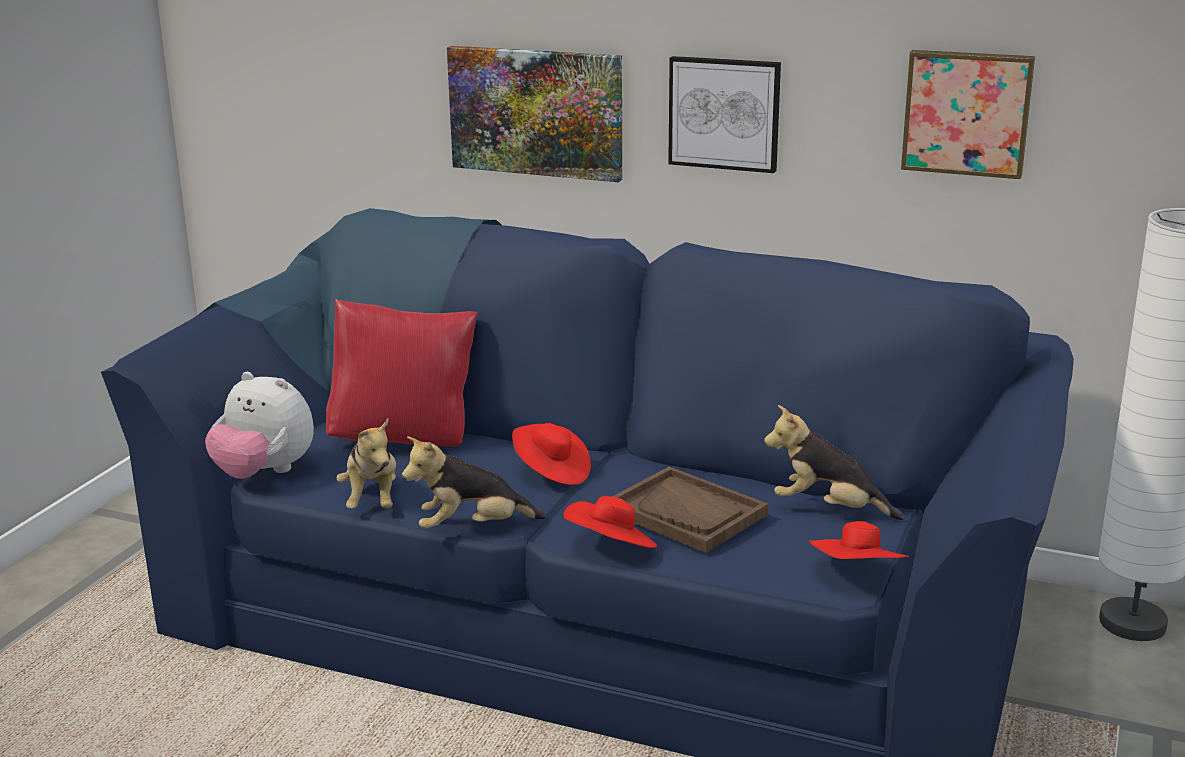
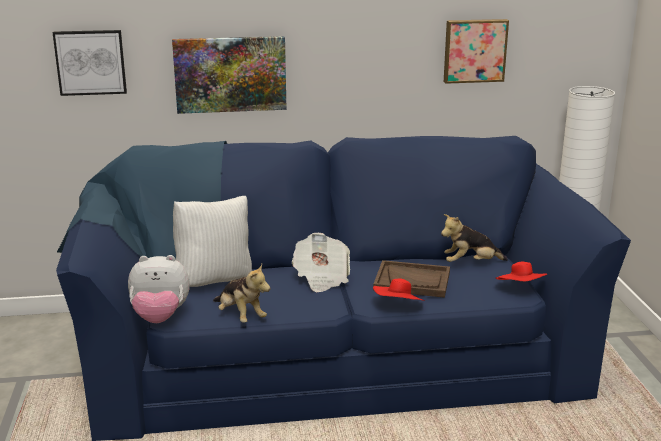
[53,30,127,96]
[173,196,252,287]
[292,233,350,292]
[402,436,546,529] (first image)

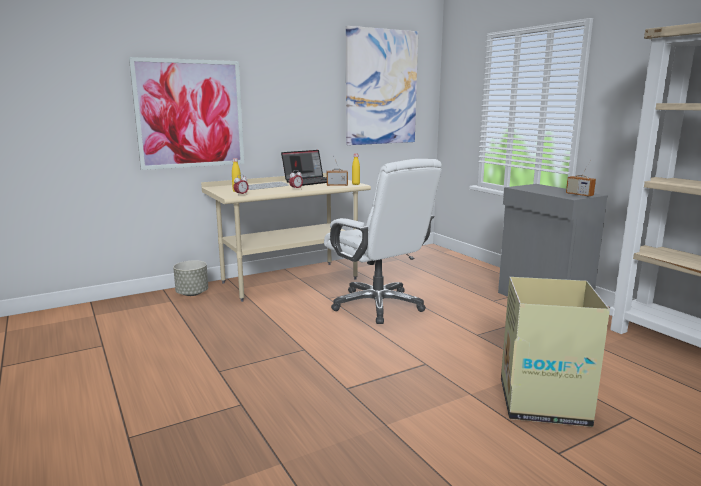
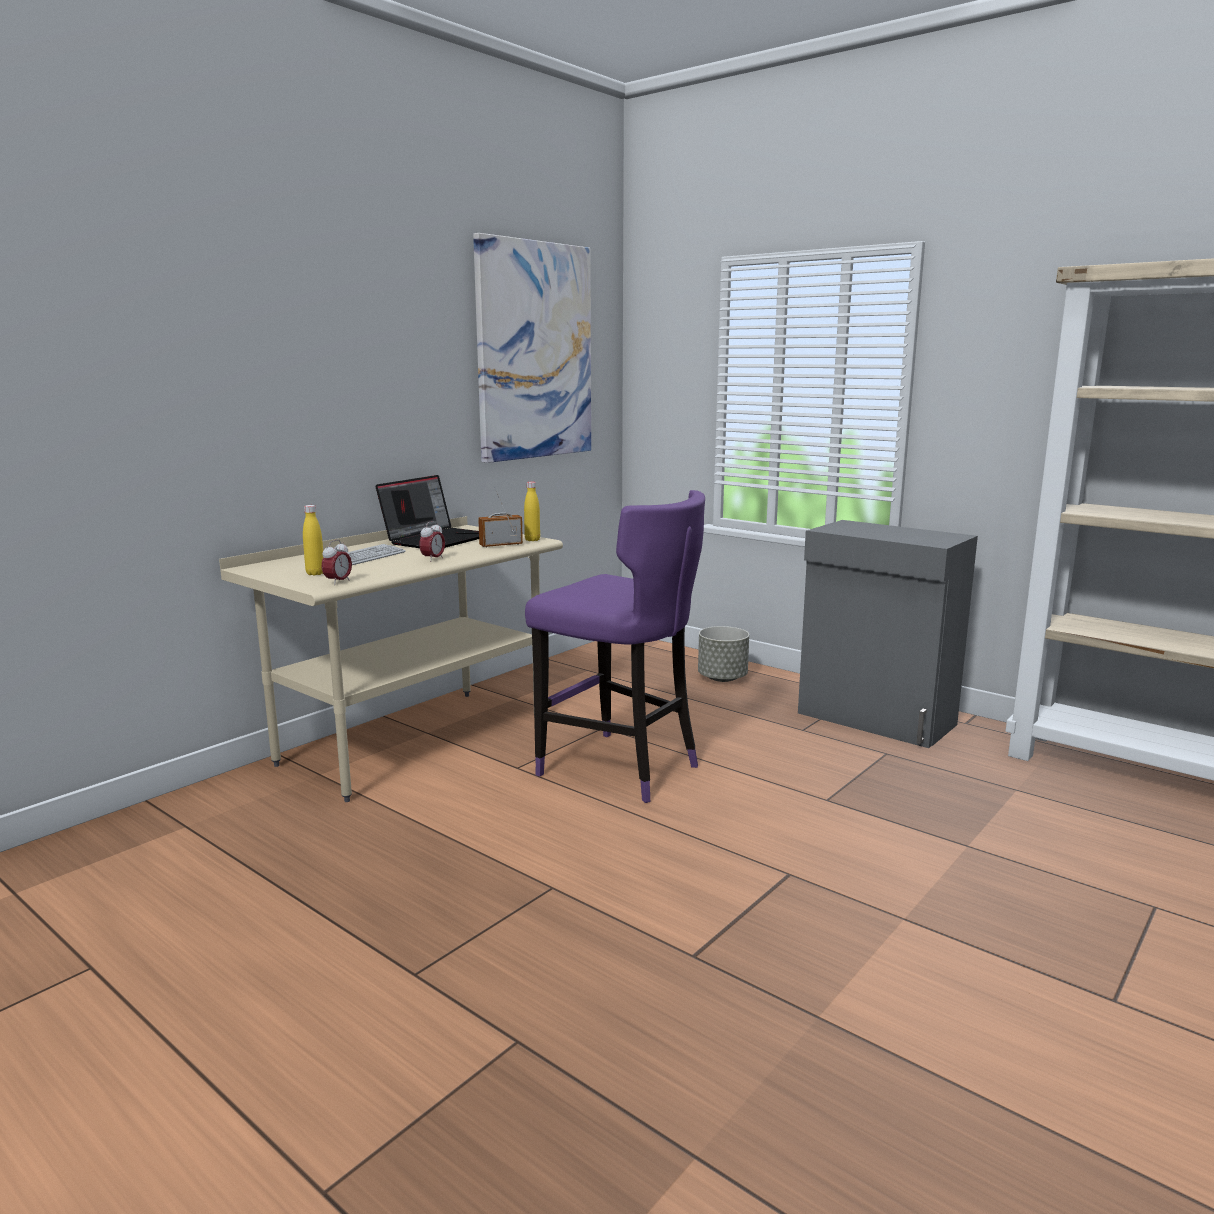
[129,57,244,170] (first image)
[525,490,705,803]
[566,159,596,197] (first image)
[698,626,749,682]
[501,277,610,427] (first image)

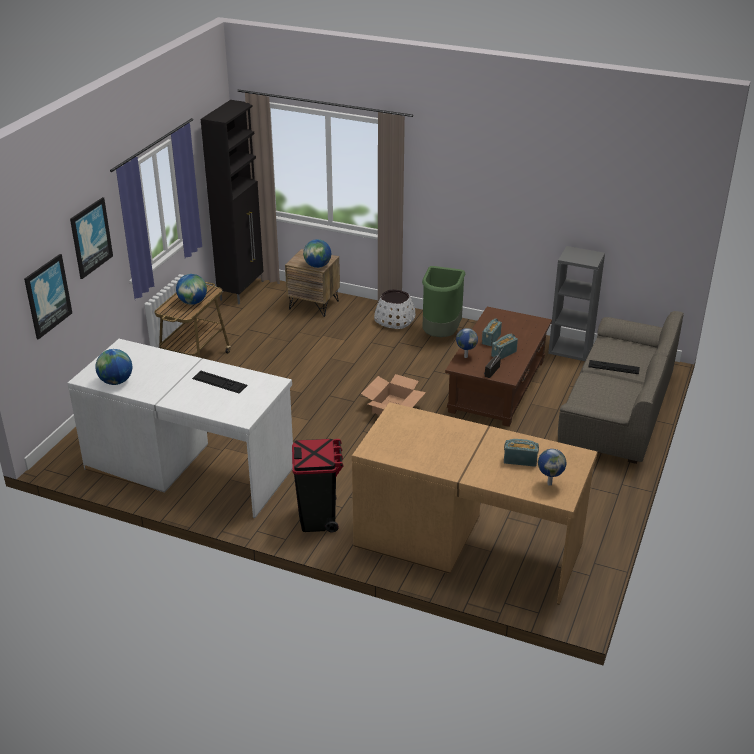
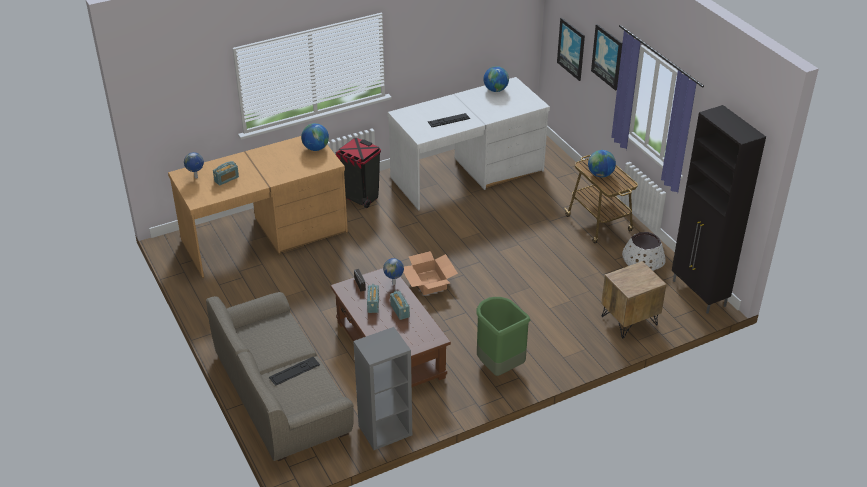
[301,123,329,151]
[622,232,665,271]

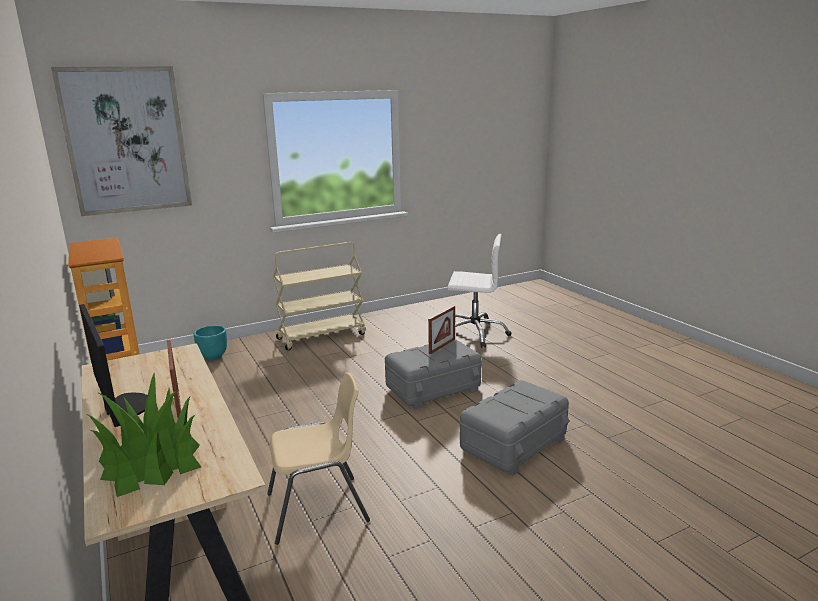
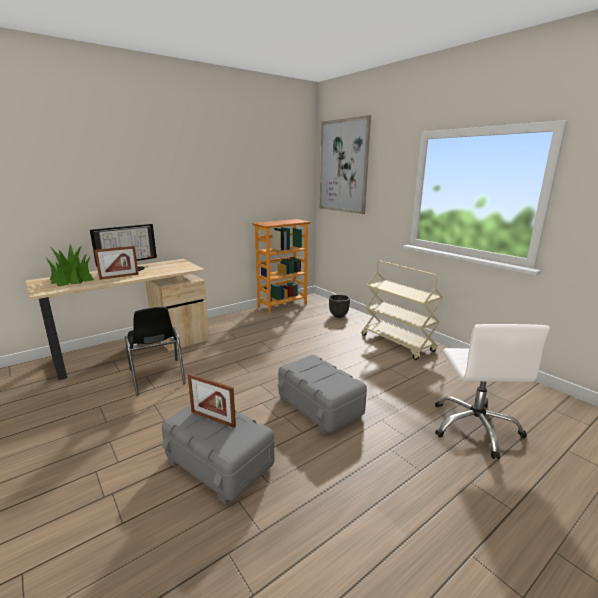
[188,374,236,428]
[329,294,350,318]
[125,307,186,395]

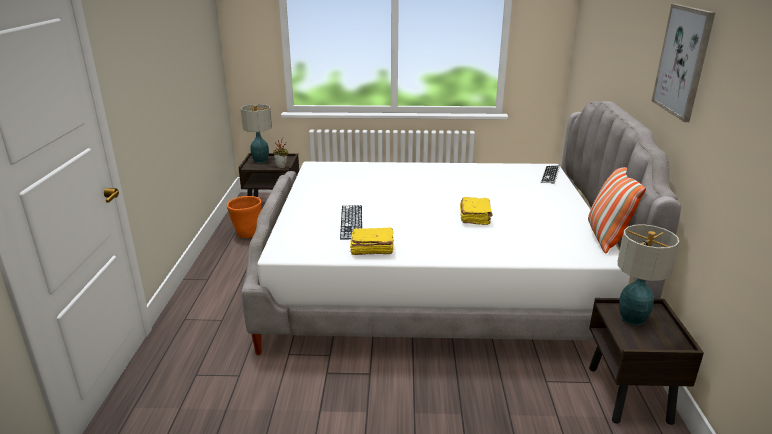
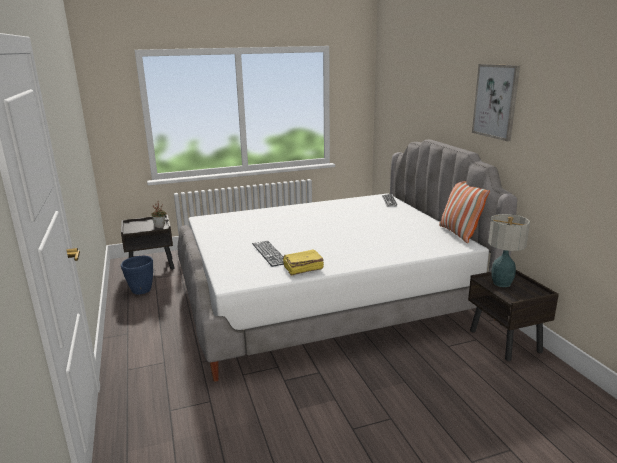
[241,104,272,163] (first image)
[121,256,153,295]
[460,197,493,225] (first image)

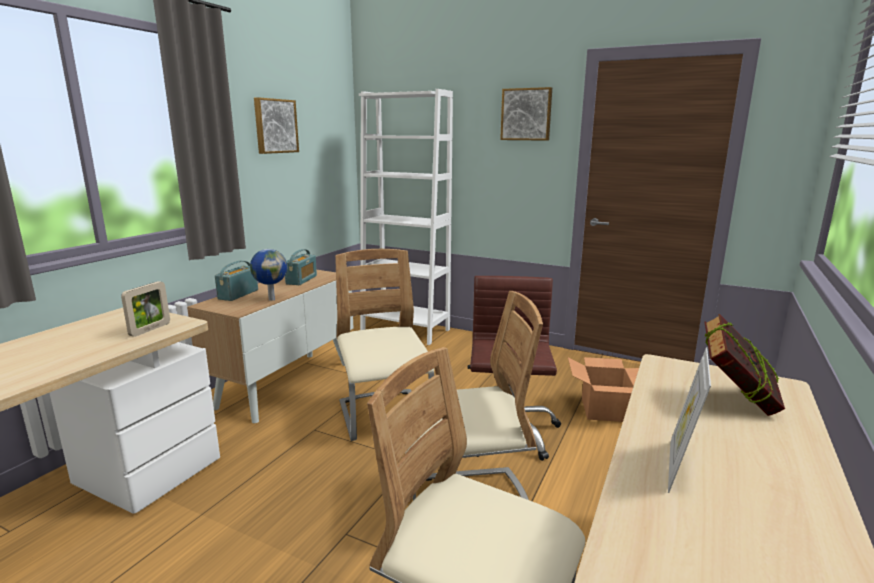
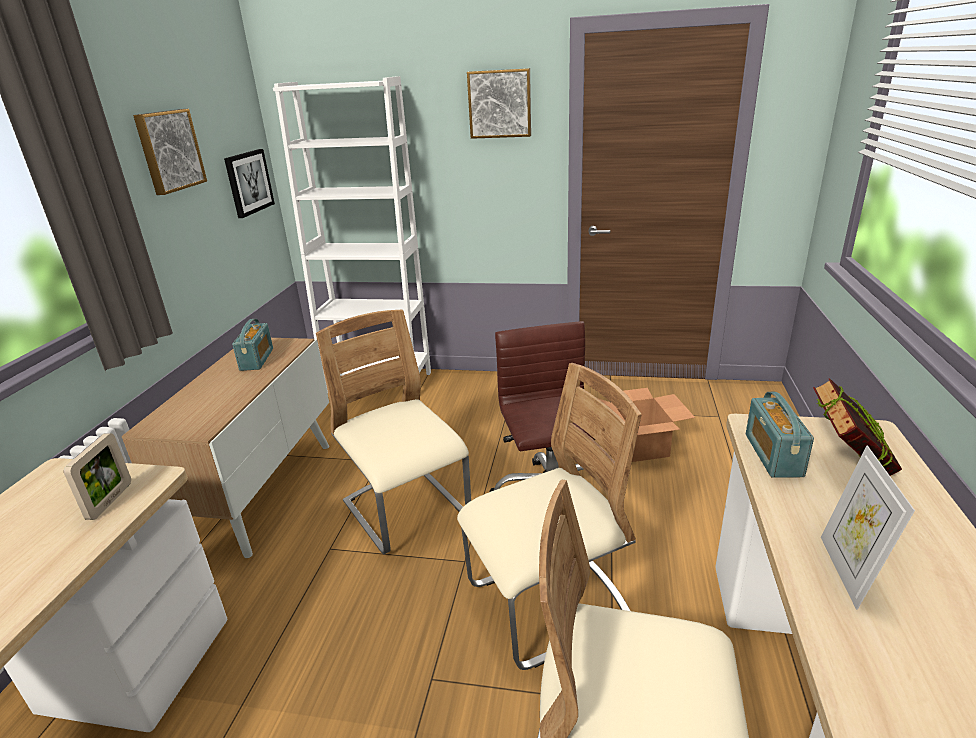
[250,249,287,301] (first image)
[746,392,814,478]
[224,149,275,218]

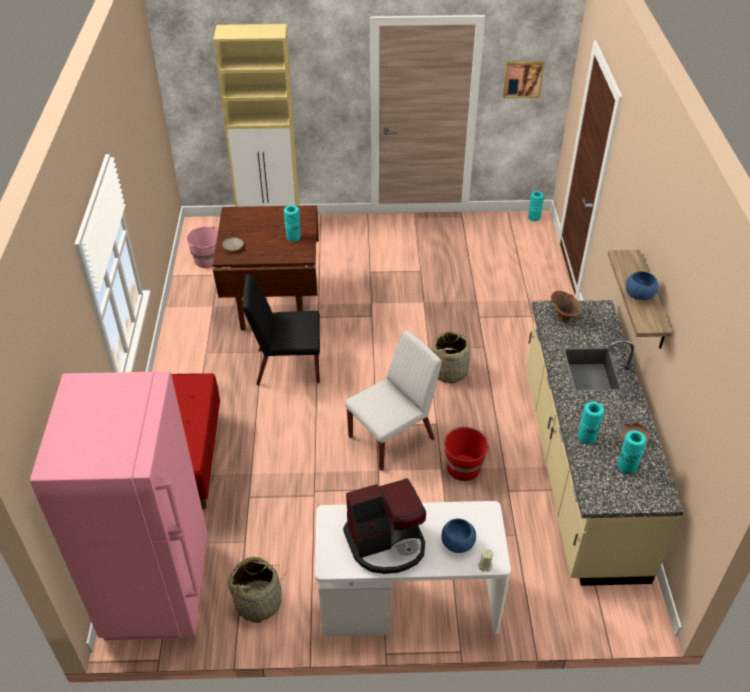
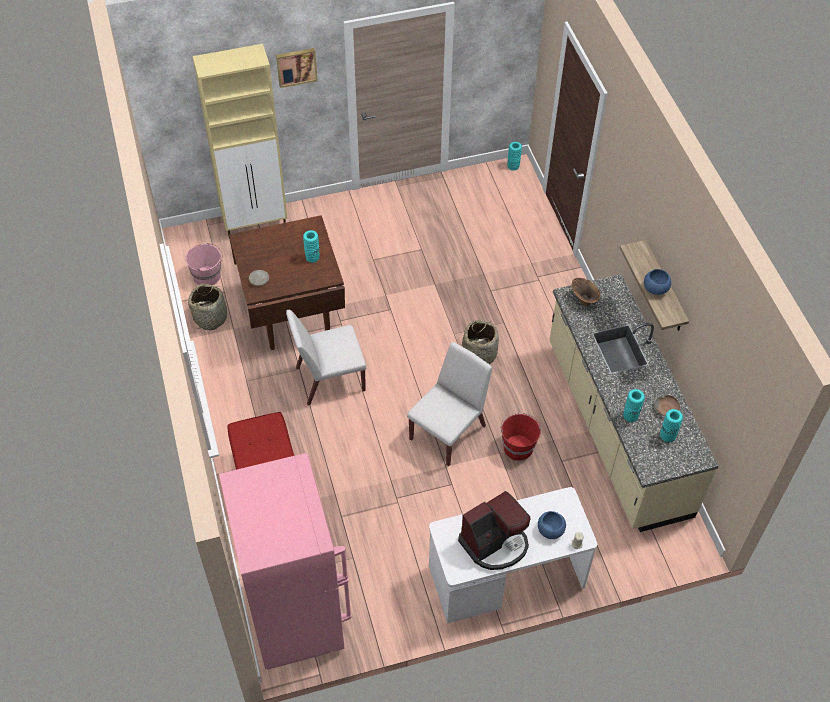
[276,48,318,88]
[286,310,366,405]
[188,284,227,330]

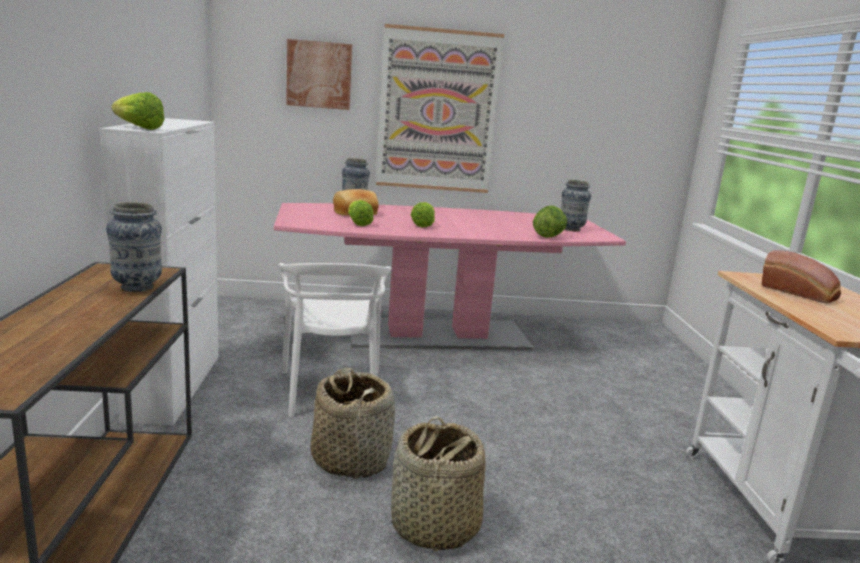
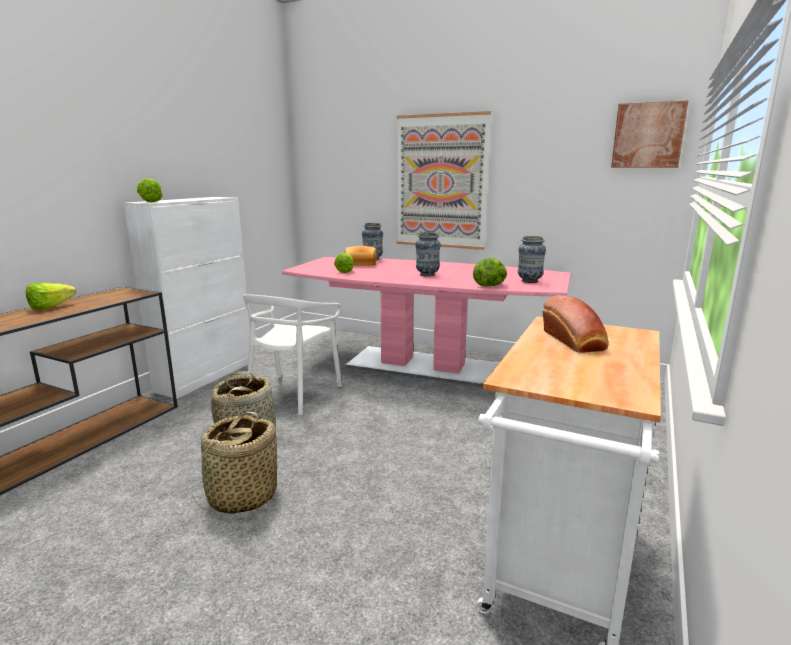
[611,100,689,168]
[416,232,441,277]
[26,283,76,310]

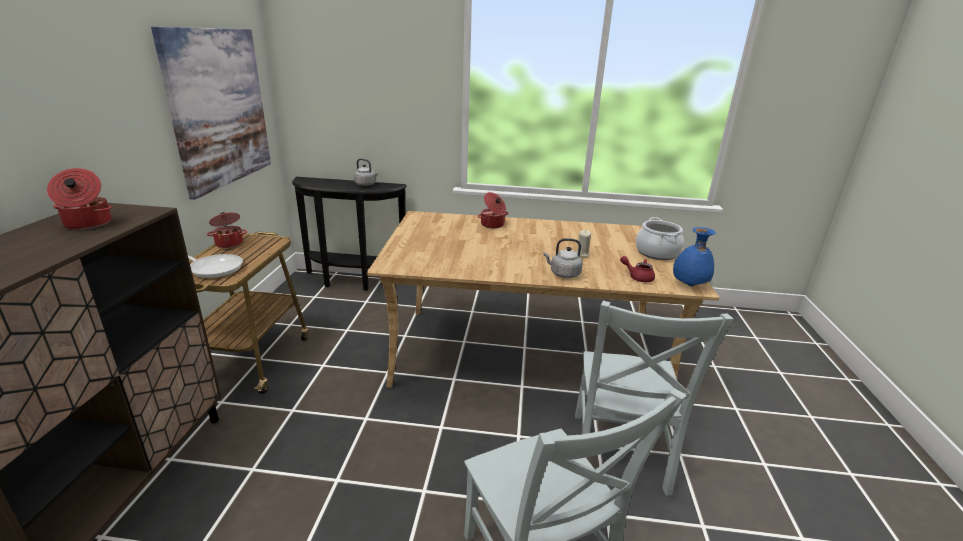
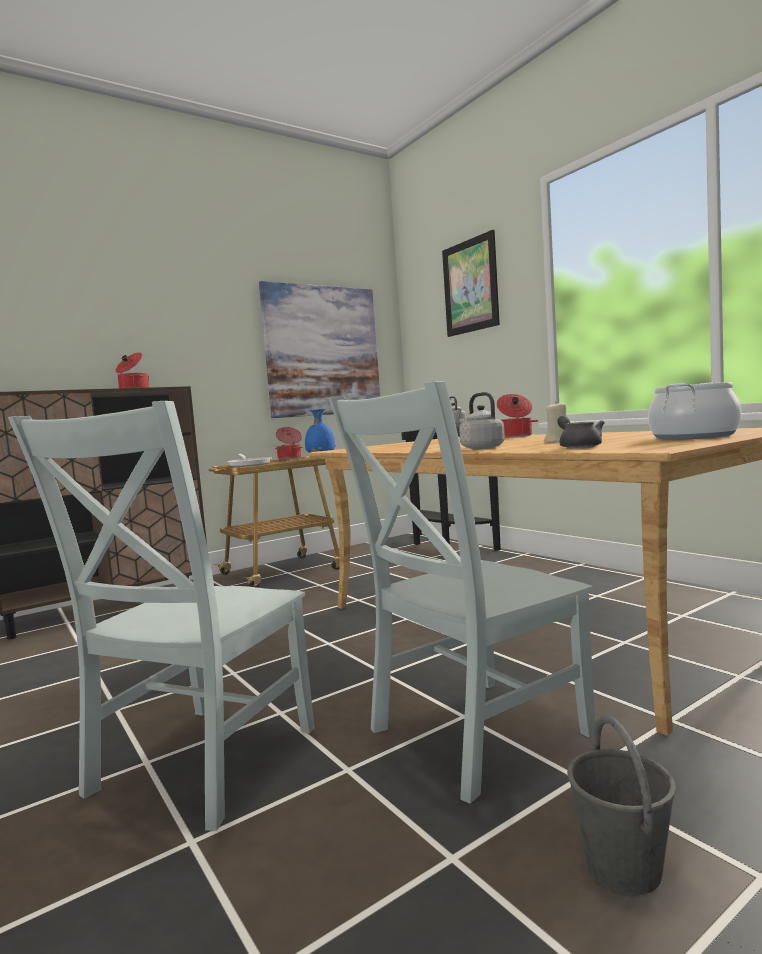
[305,409,336,458]
[557,416,605,449]
[442,230,500,337]
[567,715,676,895]

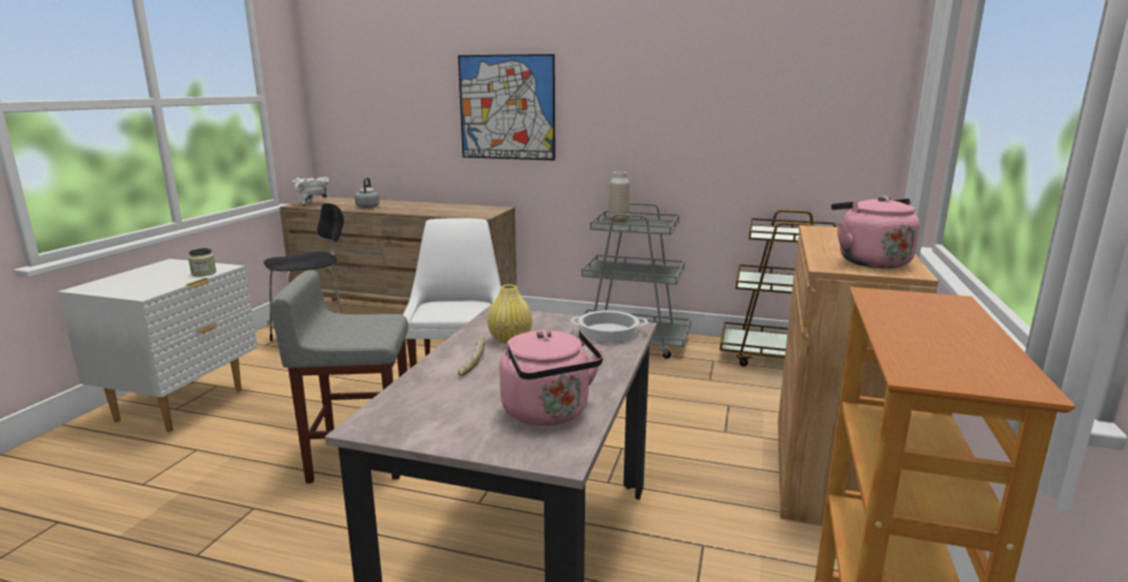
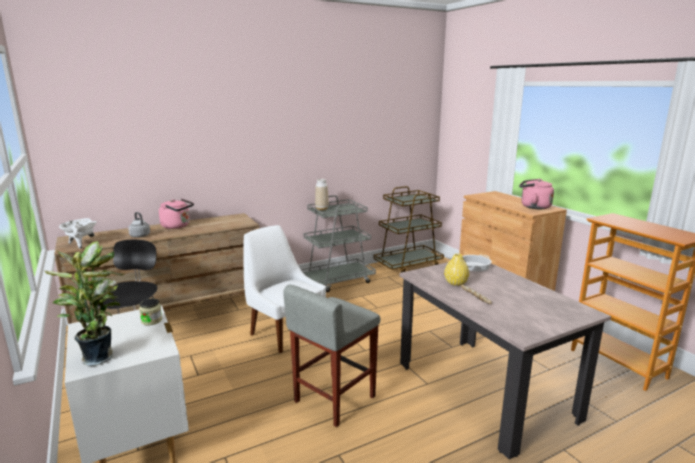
[458,54,555,161] (first image)
[159,199,194,229]
[45,241,125,366]

